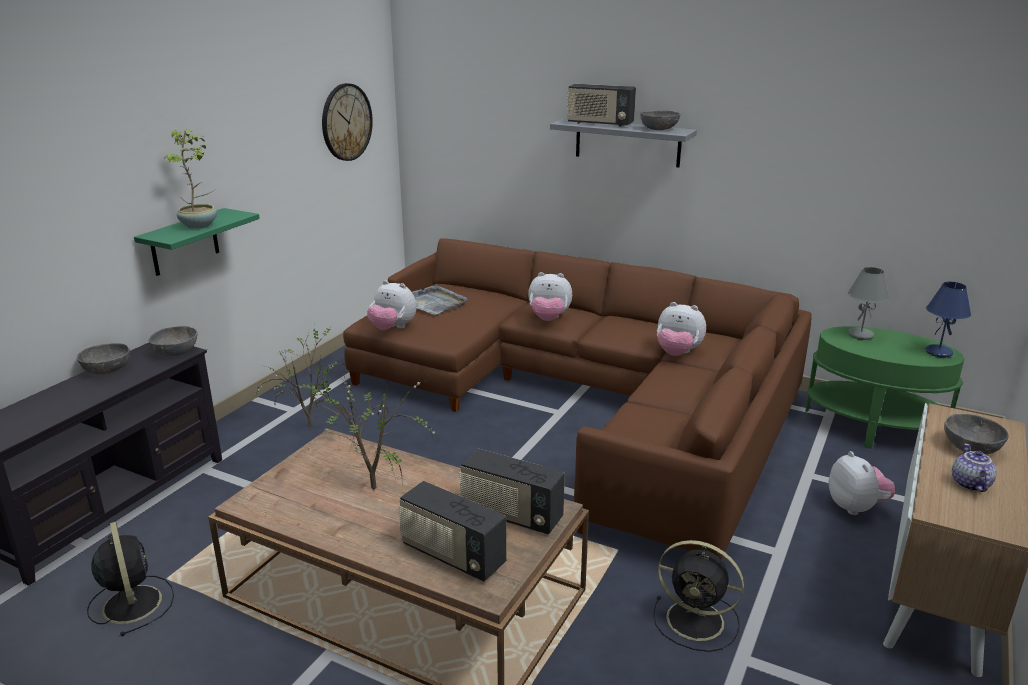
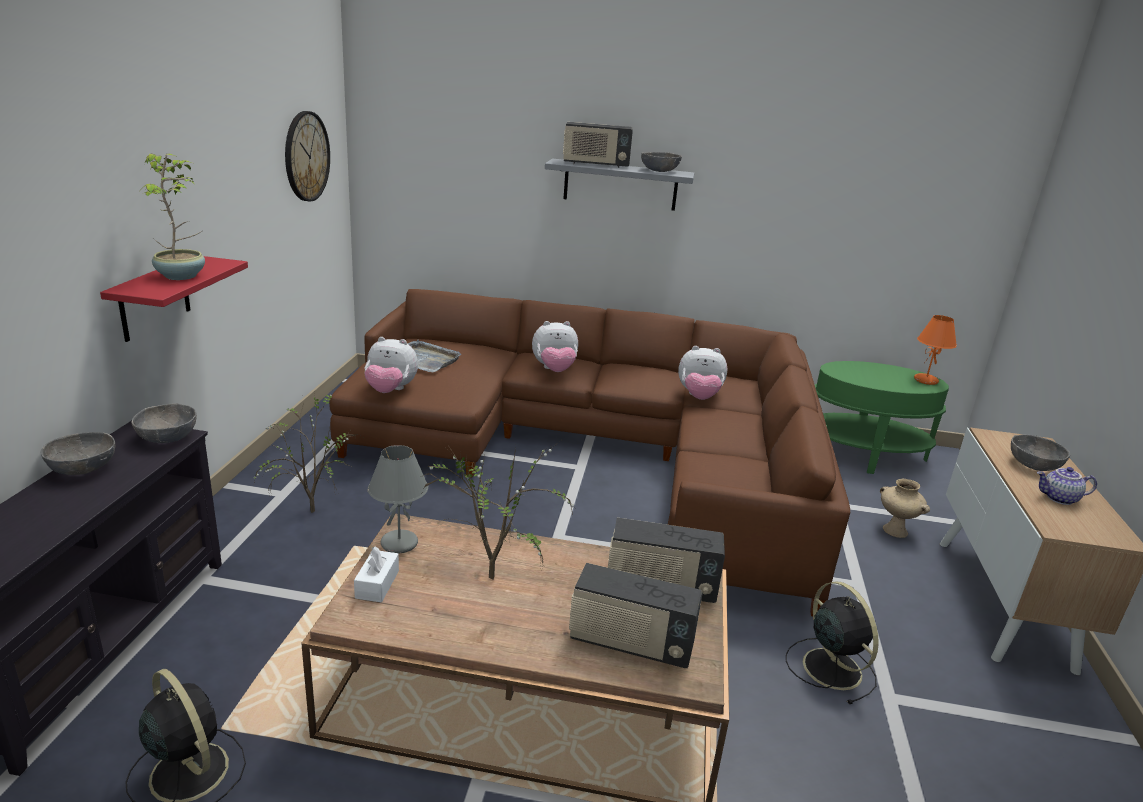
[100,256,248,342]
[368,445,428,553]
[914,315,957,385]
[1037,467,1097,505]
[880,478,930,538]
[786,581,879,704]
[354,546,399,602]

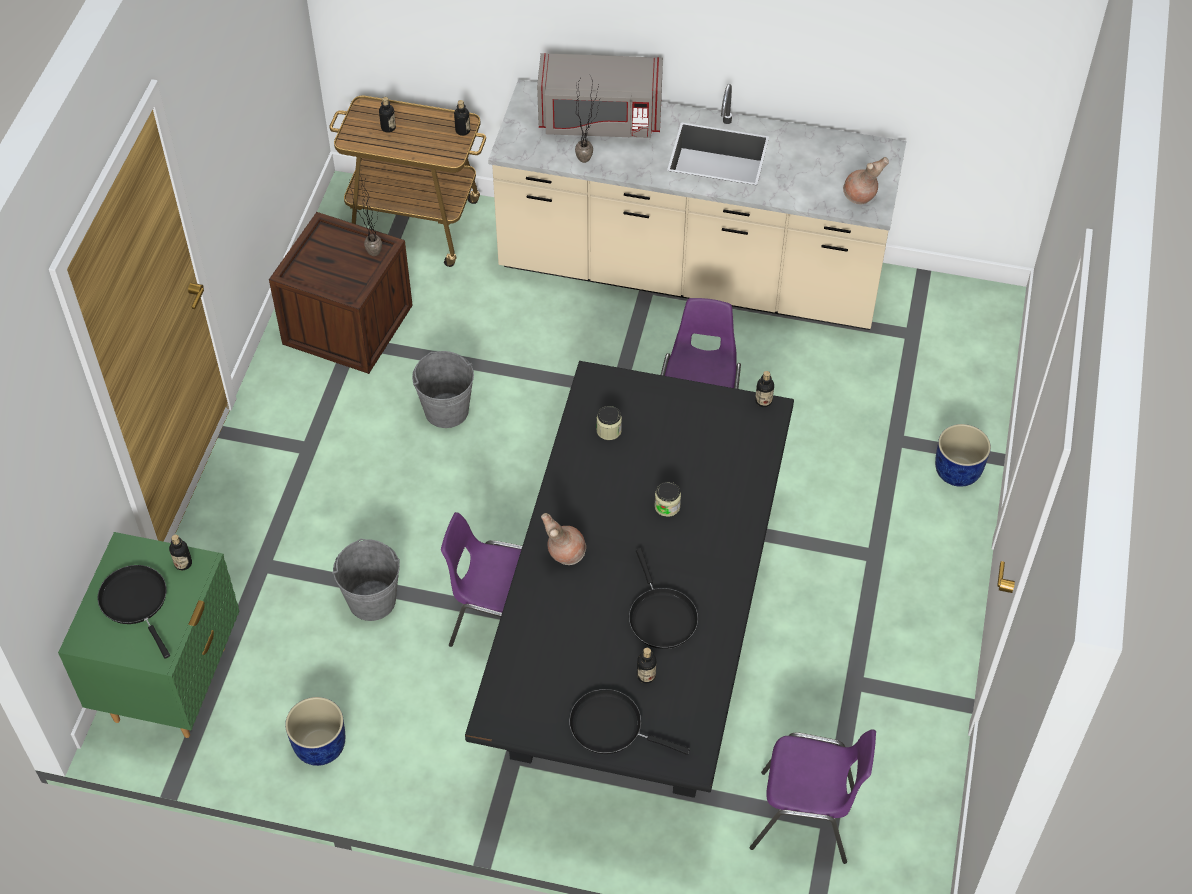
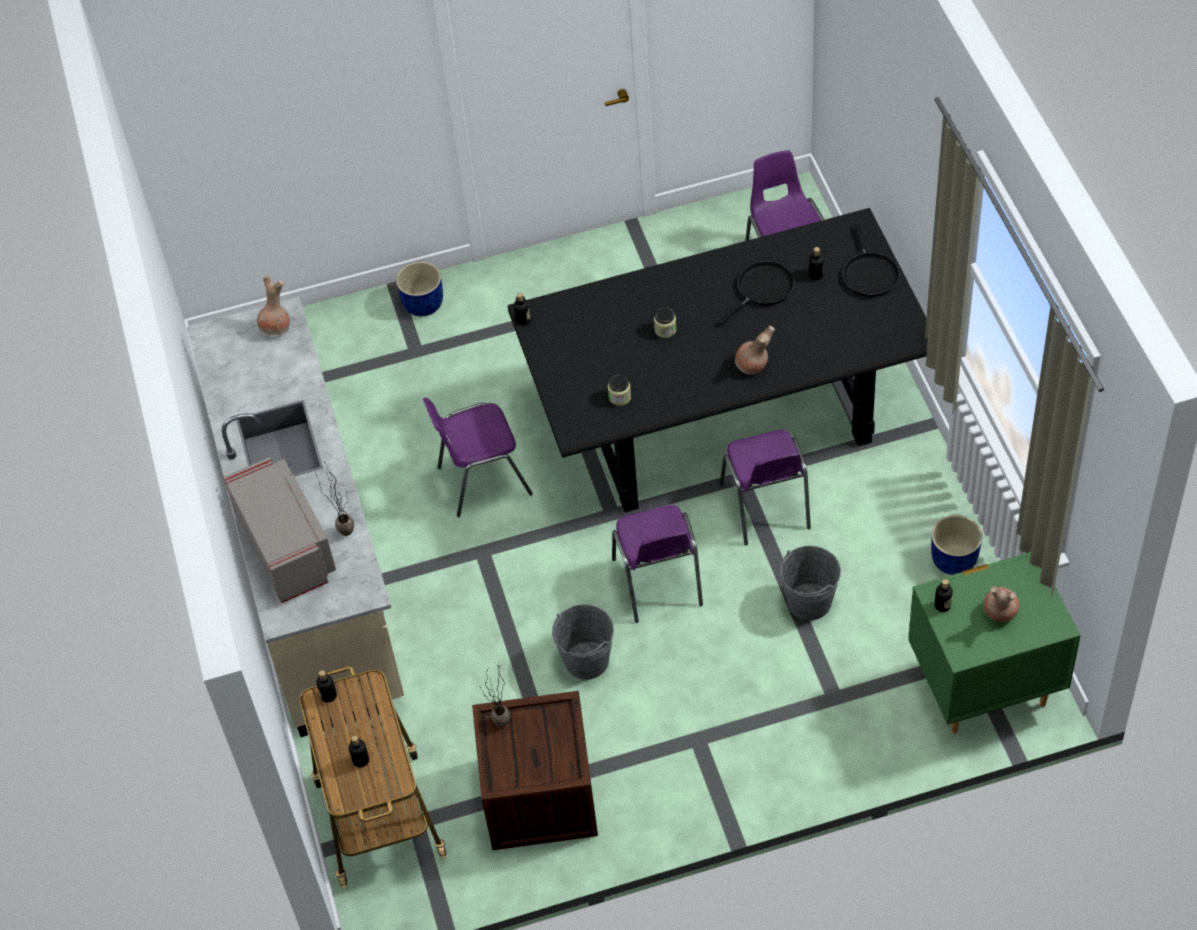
[983,587,1019,622]
[612,505,703,623]

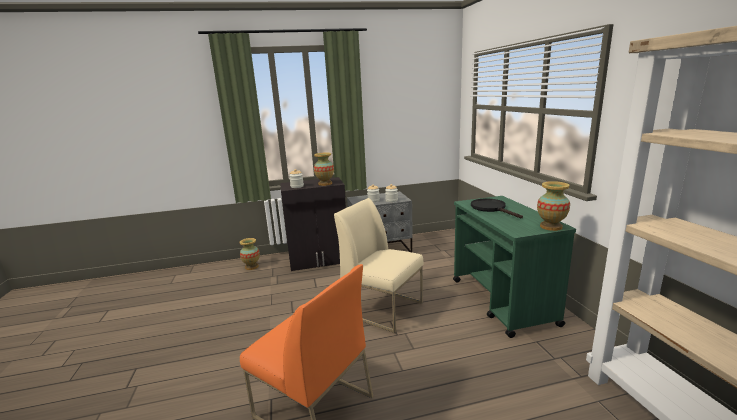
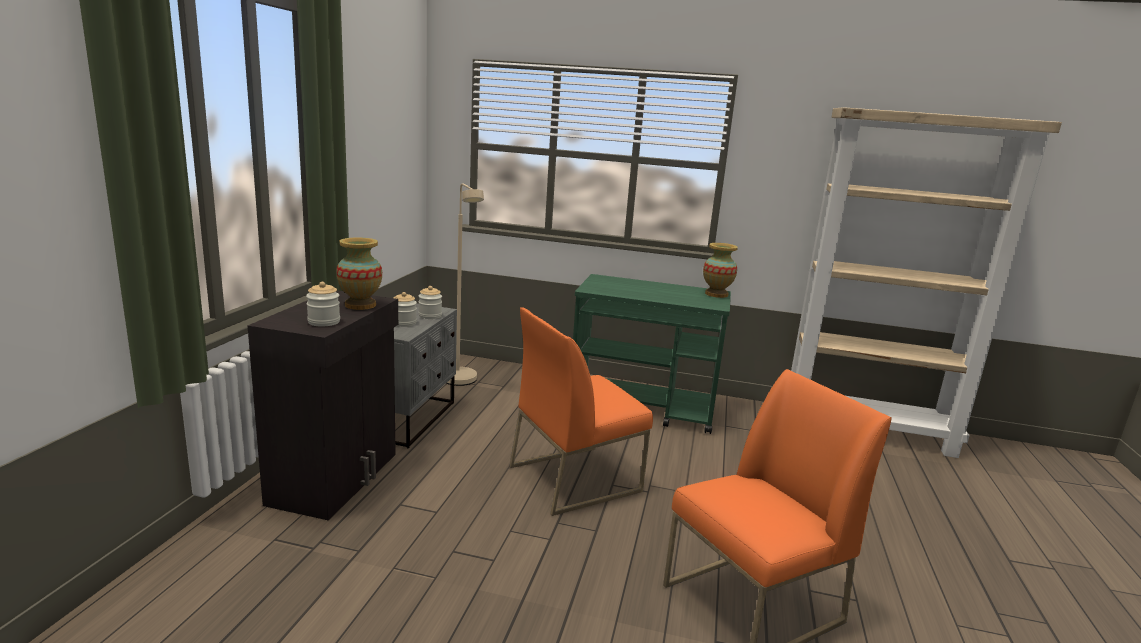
[509,307,653,516]
[471,198,523,218] (first image)
[240,238,260,270] (first image)
[446,183,484,386]

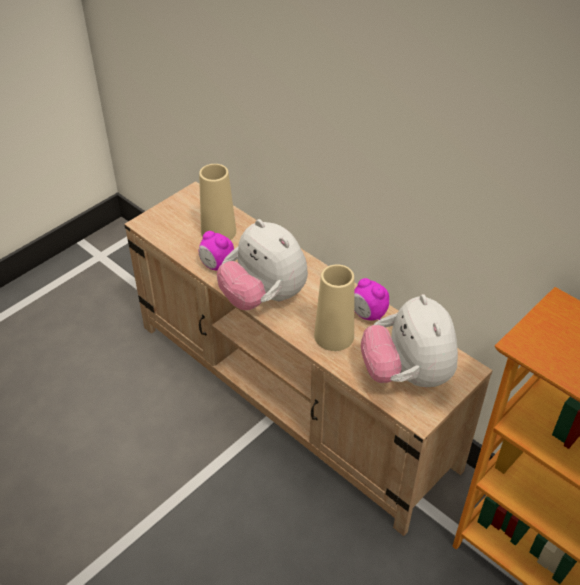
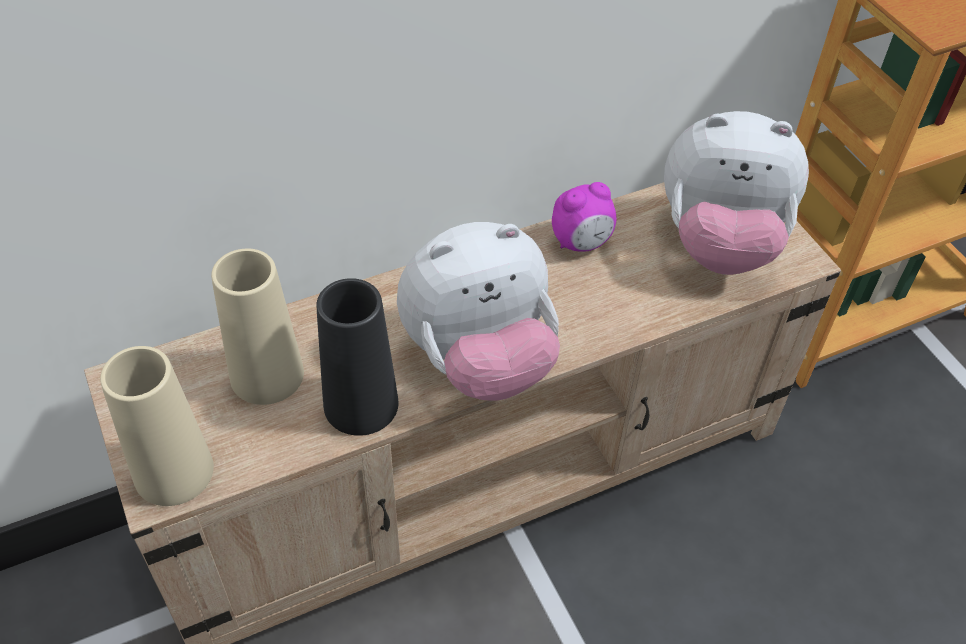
[316,278,399,436]
[100,346,214,506]

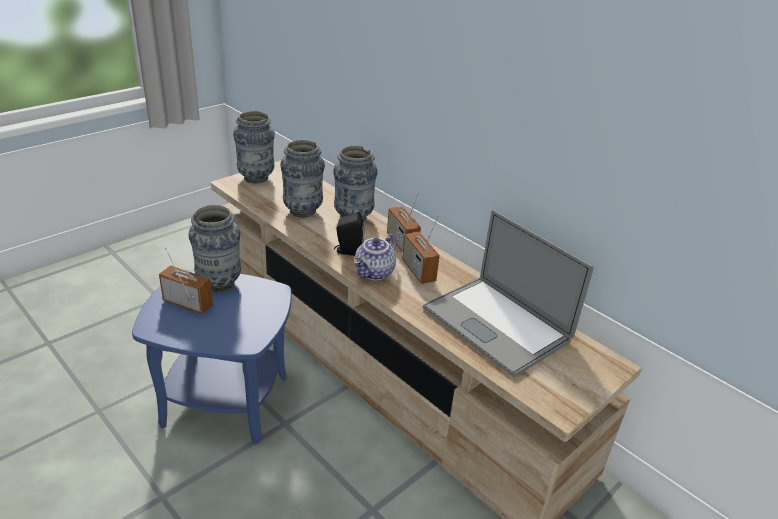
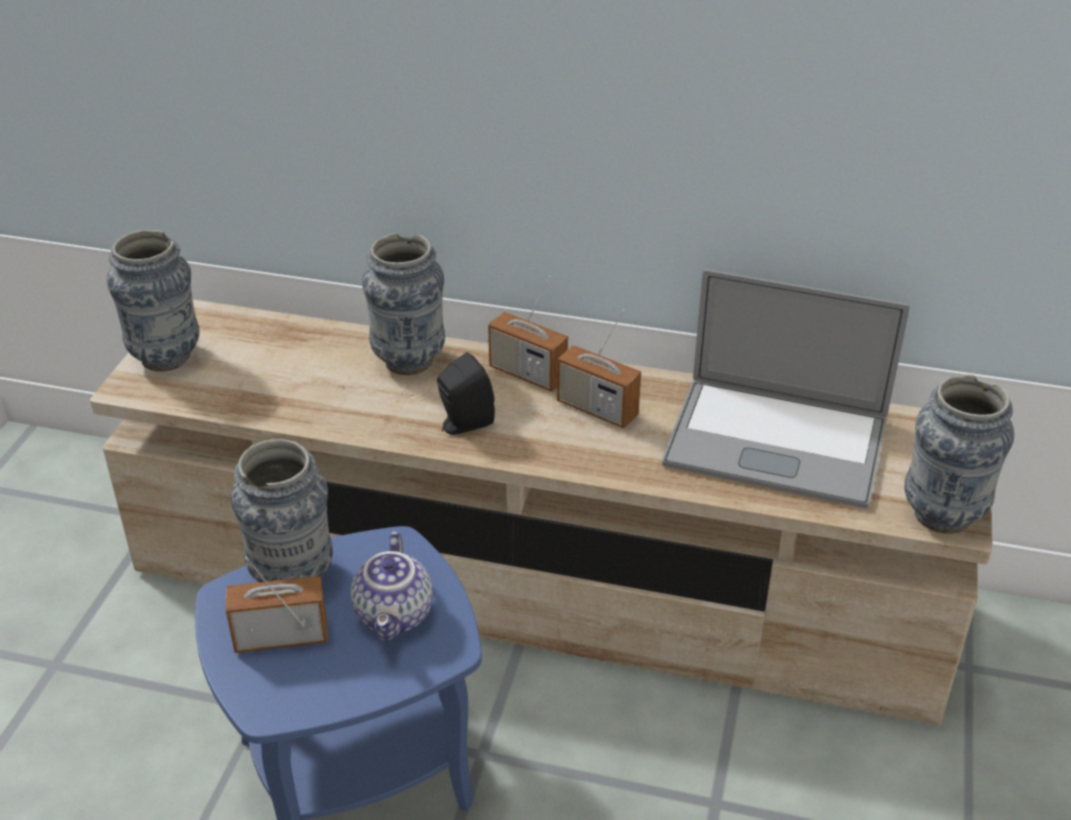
[904,374,1014,534]
[351,531,433,641]

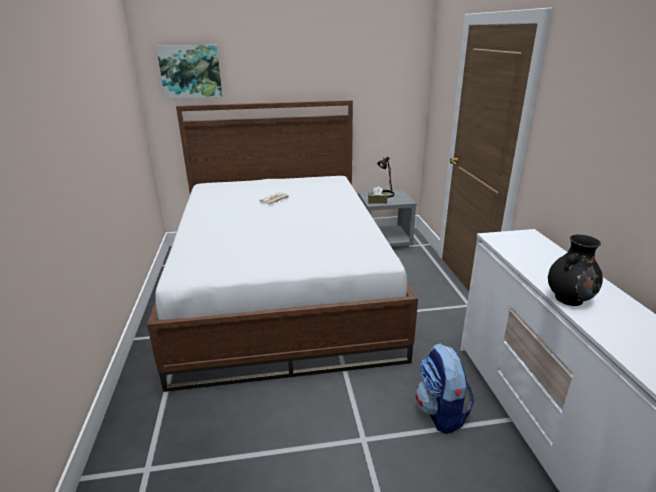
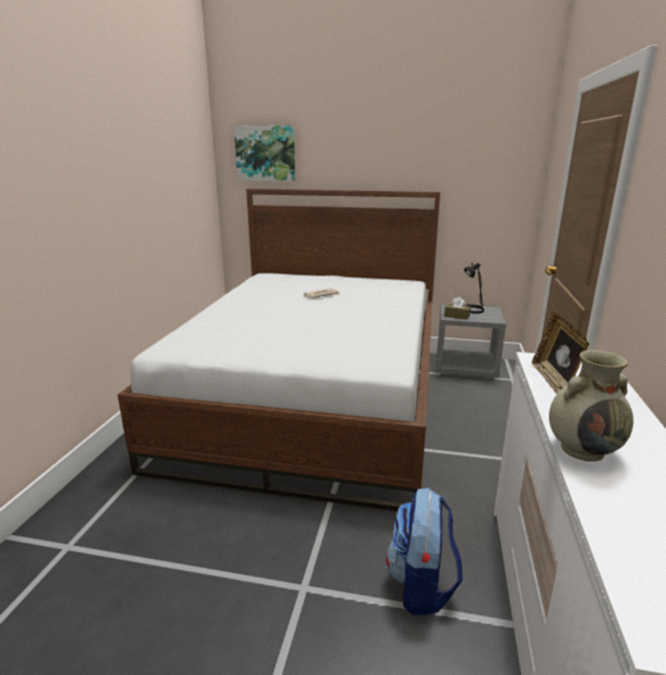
[549,350,633,462]
[532,312,589,394]

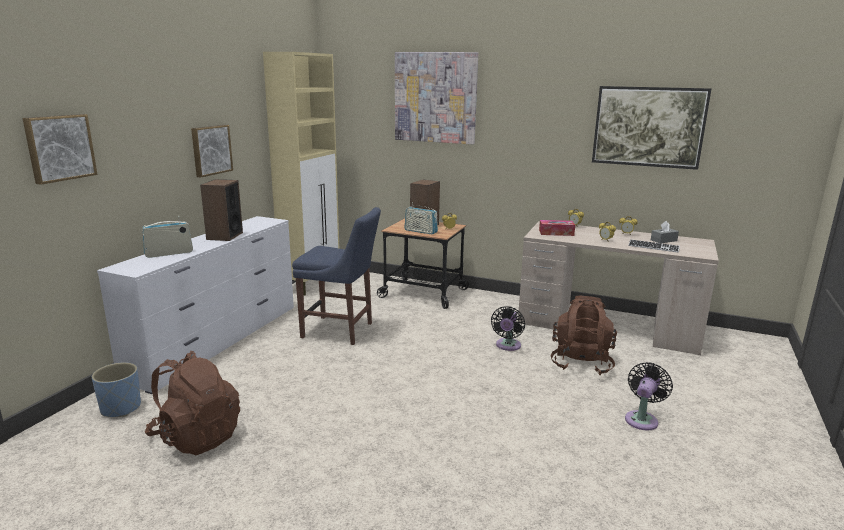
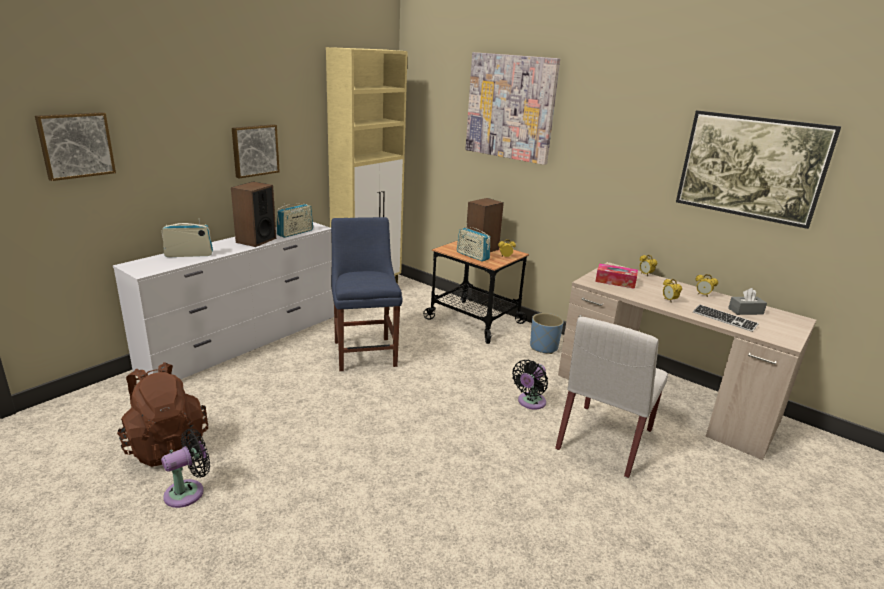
[331,217,403,371]
[555,317,668,478]
[530,313,564,354]
[161,429,210,508]
[277,203,313,238]

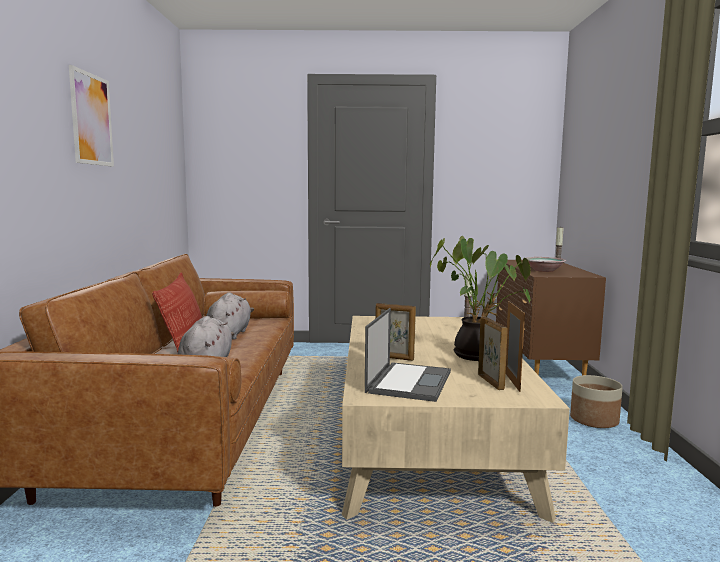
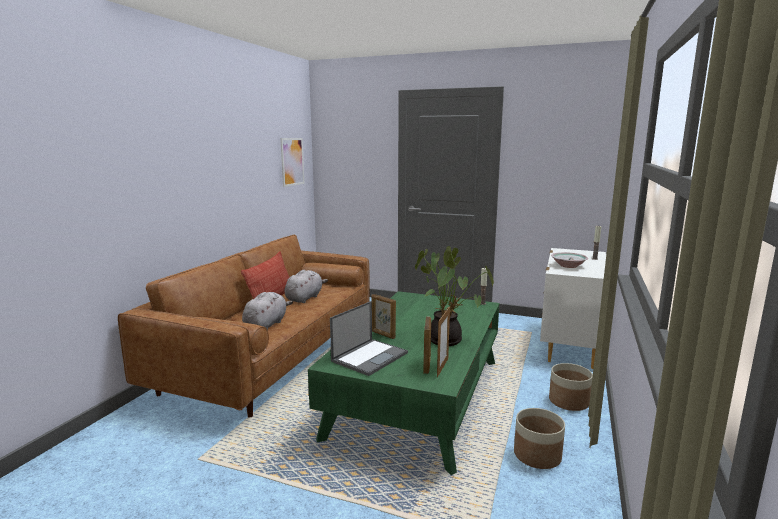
[280,138,304,187]
[540,248,606,369]
[308,291,499,475]
[514,408,565,469]

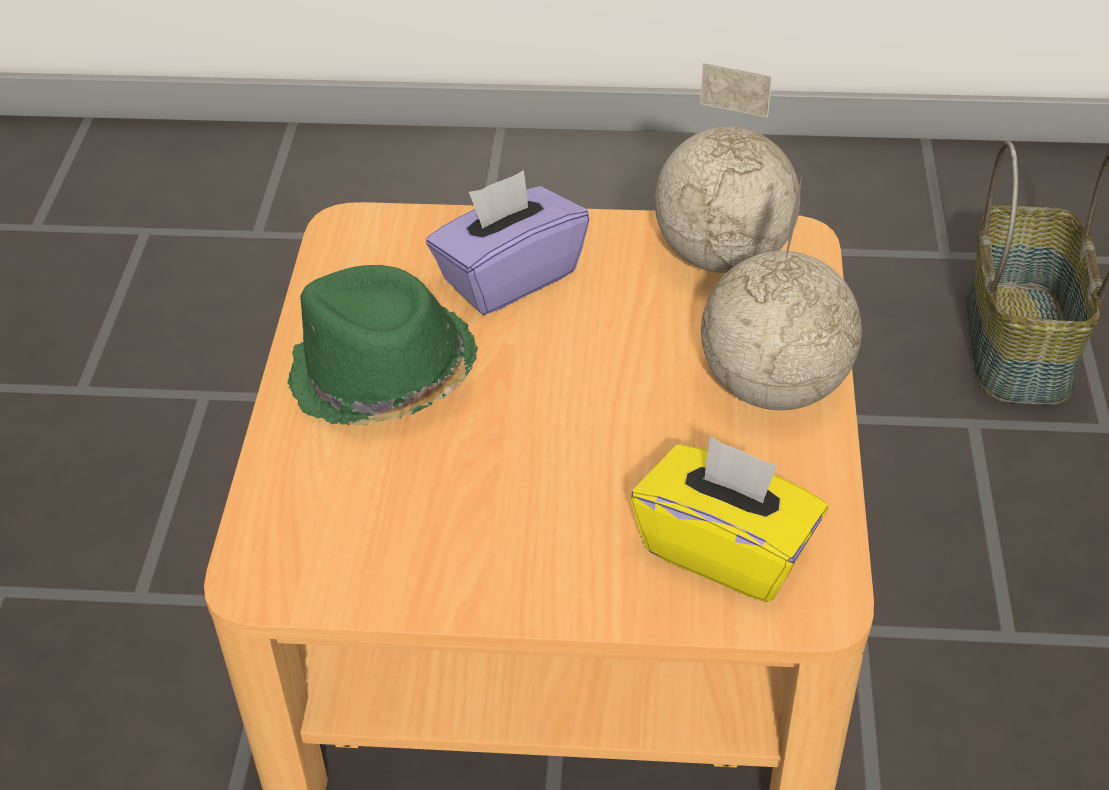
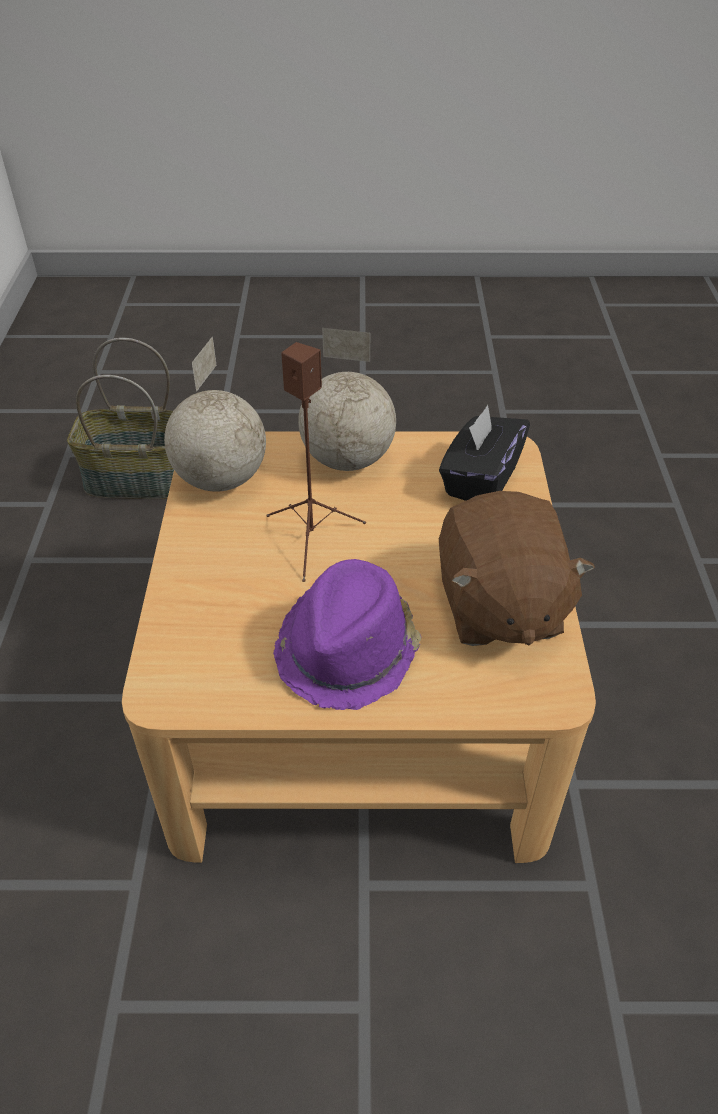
[426,170,590,315] (first image)
[273,559,421,710]
[439,405,530,501]
[266,342,366,582]
[439,491,595,646]

